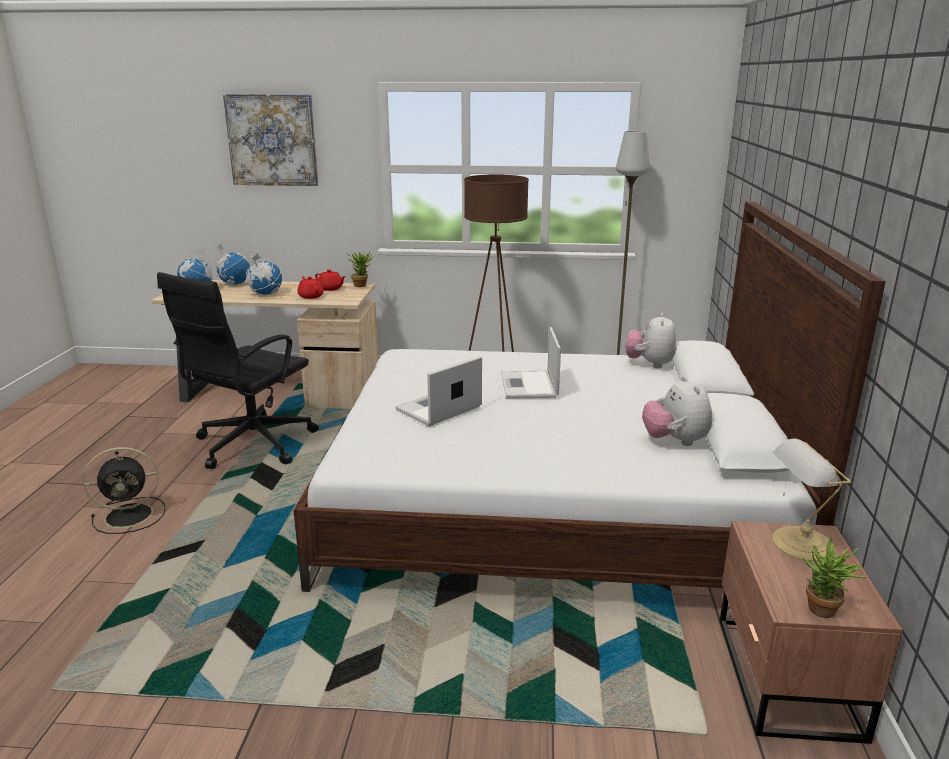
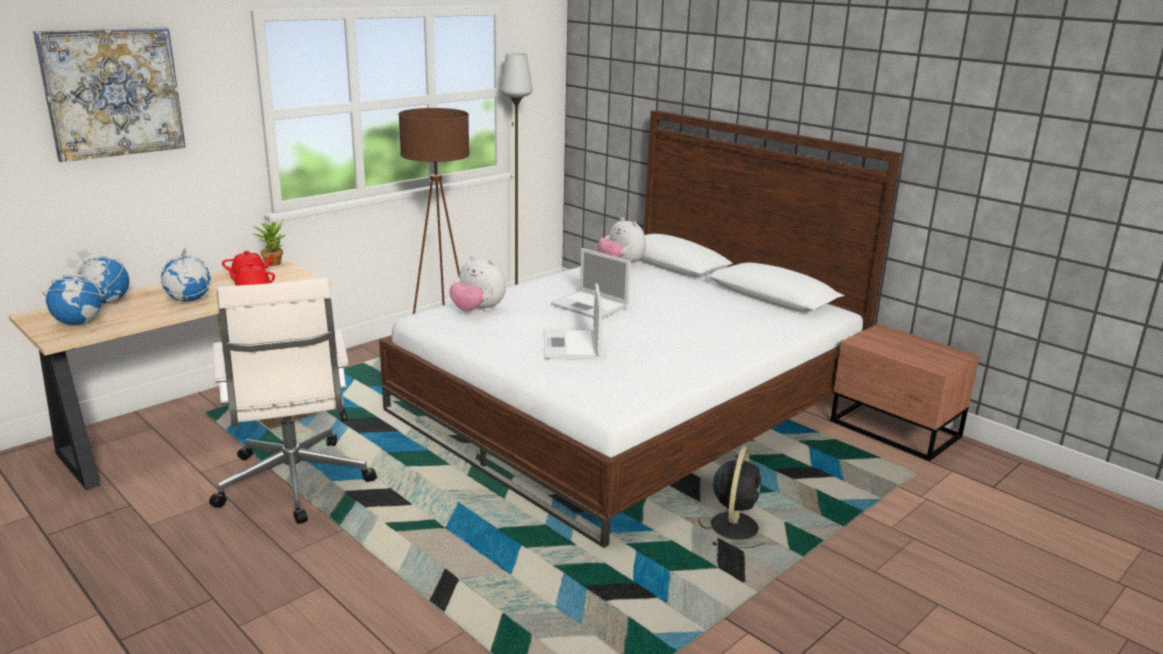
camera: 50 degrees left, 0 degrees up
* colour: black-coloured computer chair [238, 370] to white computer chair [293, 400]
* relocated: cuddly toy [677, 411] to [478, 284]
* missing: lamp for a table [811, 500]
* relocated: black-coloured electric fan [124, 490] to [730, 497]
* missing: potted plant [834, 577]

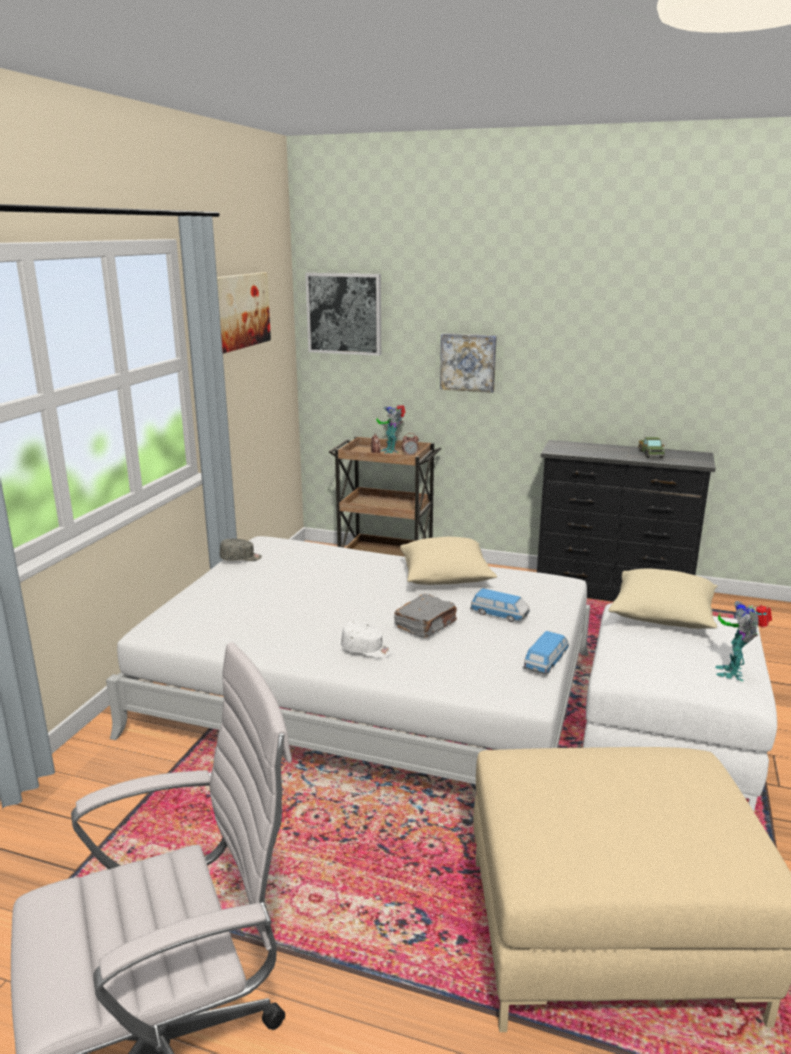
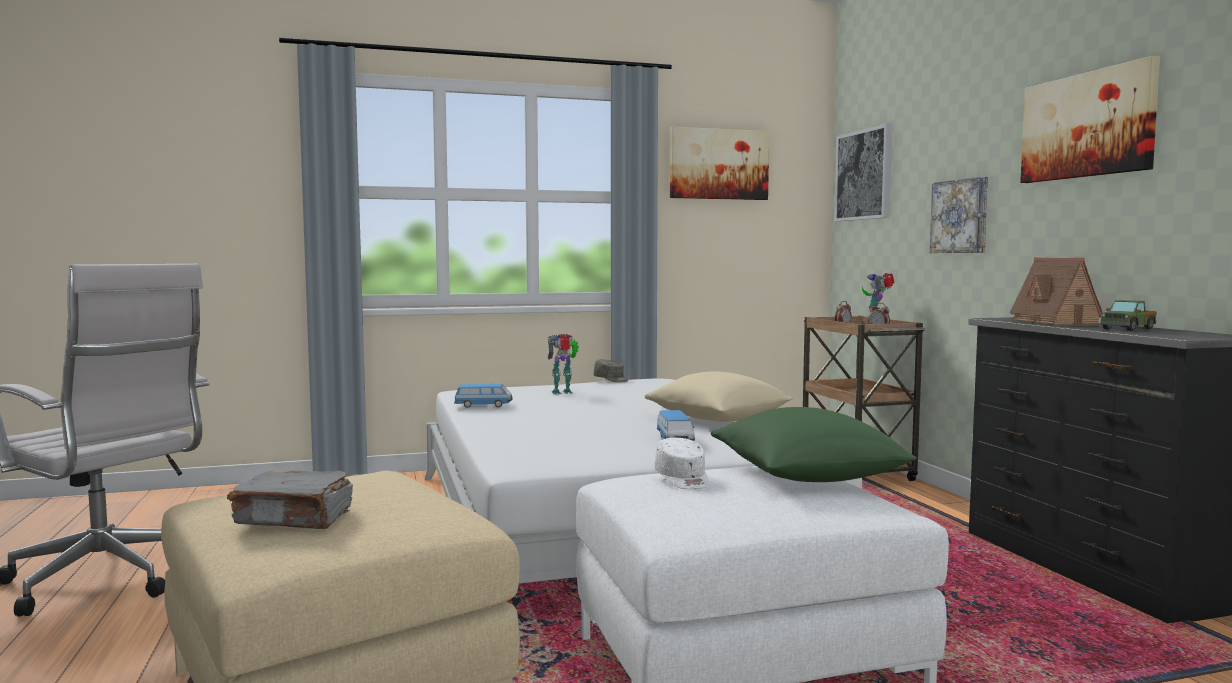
camera: 55 degrees right, 15 degrees down
* colour: beige-coloured throw pillow [663, 598] to green-coloured throw pillow [814, 444]
* relocated: gray volume [425, 616] to [290, 500]
* relocated: model robot [744, 641] to [563, 364]
* relocated: white cap [366, 639] to [681, 463]
* relocated: model car [546, 653] to [483, 396]
* appeared: wall picture [1090, 119]
* appeared: toy house [1056, 291]

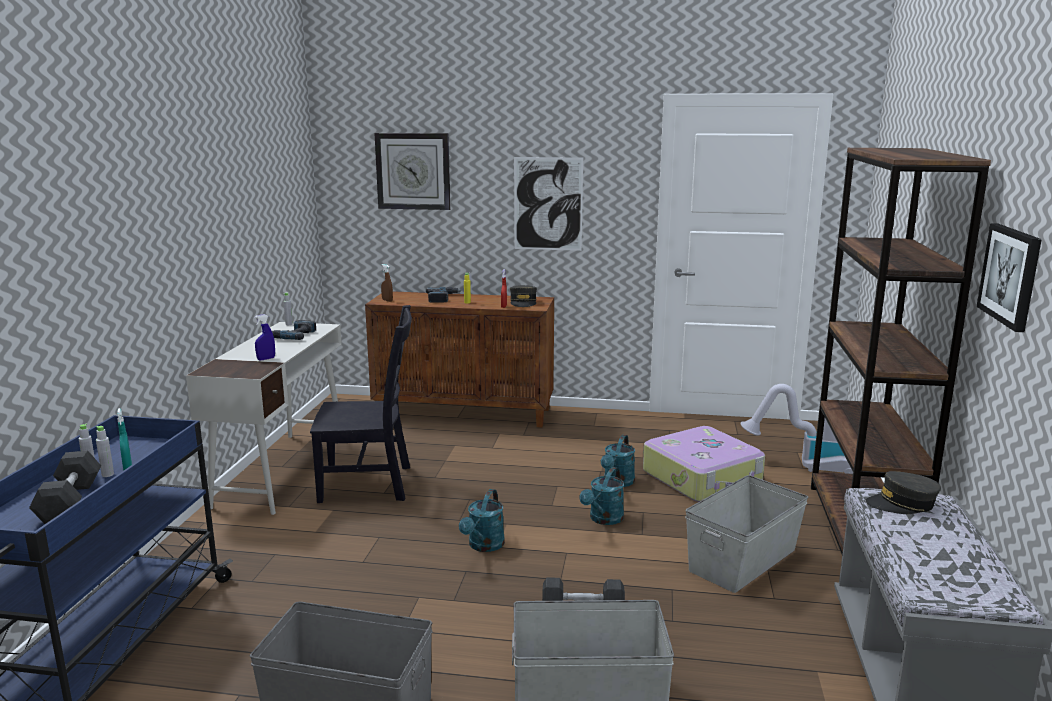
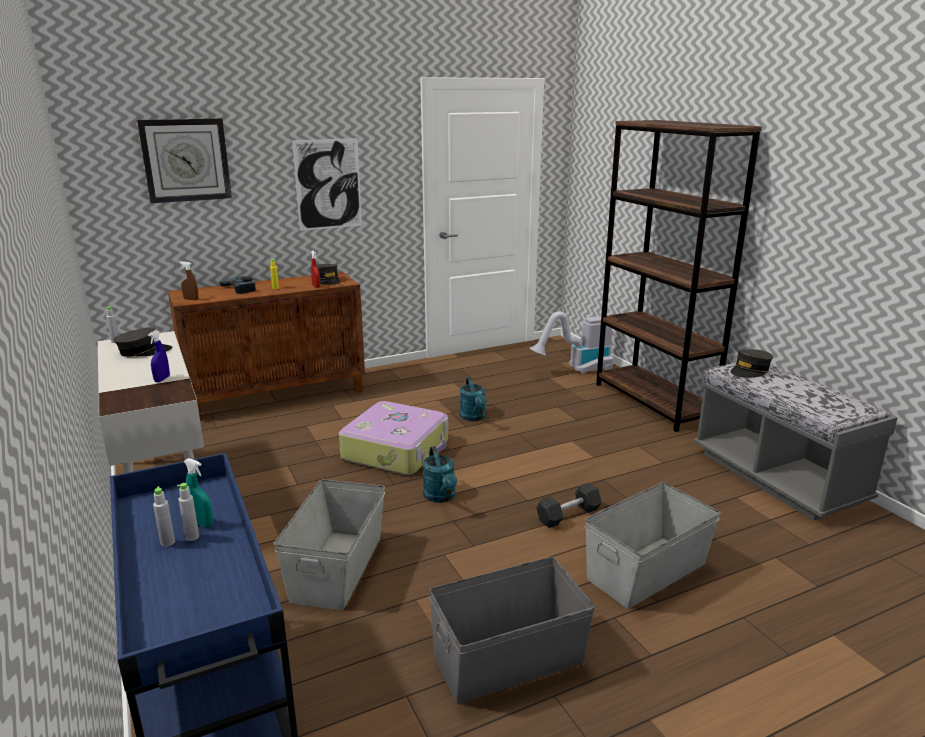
camera: 35 degrees left, 5 degrees up
* missing: wall picture [1009, 277]
* missing: black-coloured chair [361, 404]
* exchanged: electric drill [294, 330] to gray cap [143, 342]
* relocated: travel case [704, 464] to [393, 438]
* missing: gray dumbbell [65, 487]
* missing: blue-green watering can [602, 496]
* relocated: gray storage bin [746, 534] to [329, 544]

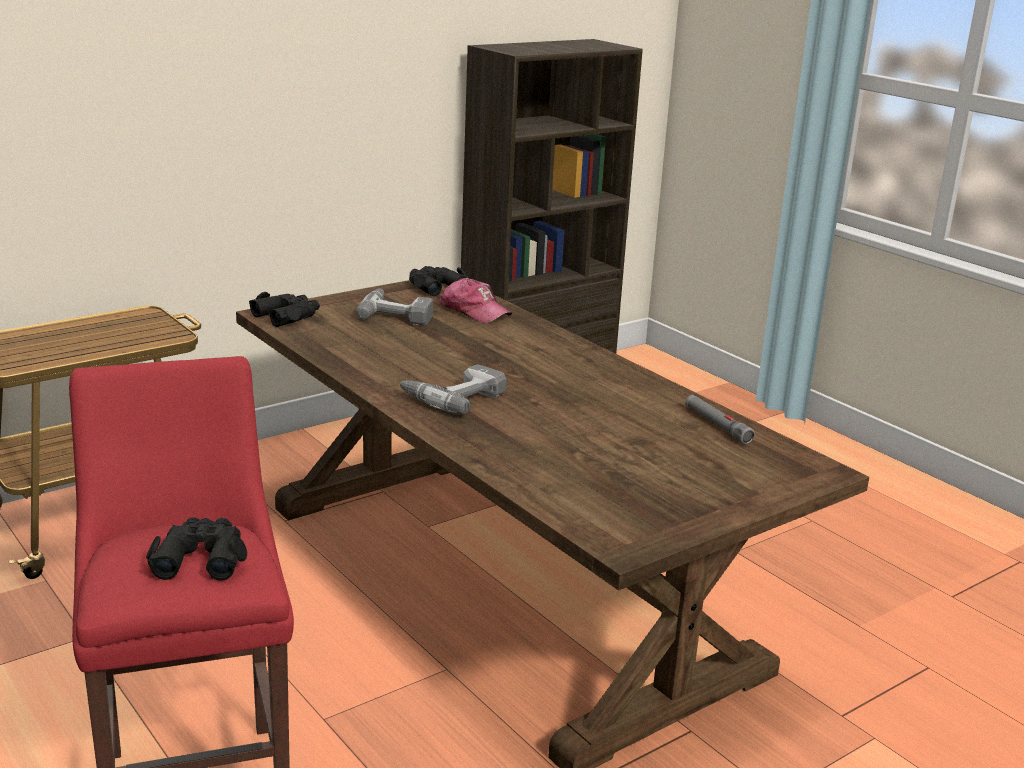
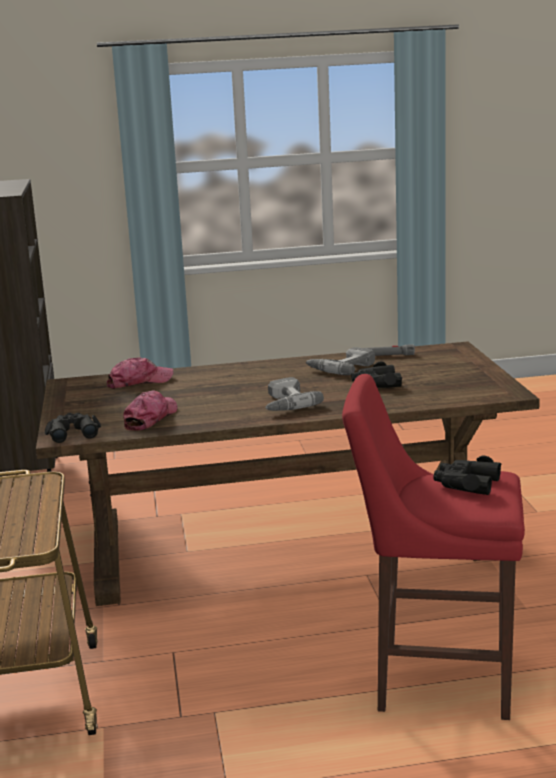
camera: 60 degrees left, 5 degrees down
* relocated: black-coloured pair of binoculars [439, 281] to [376, 375]
* relocated: electric drill [395, 307] to [340, 361]
* appeared: cap [150, 411]

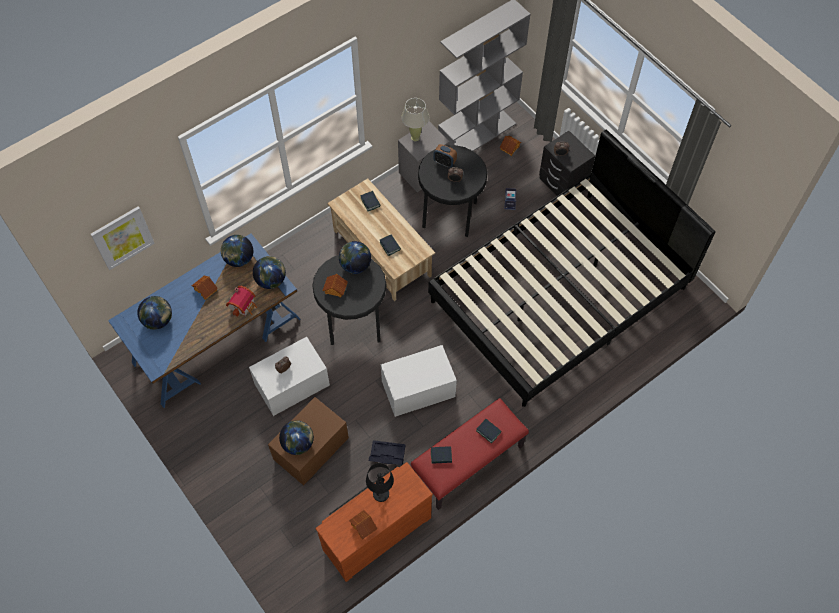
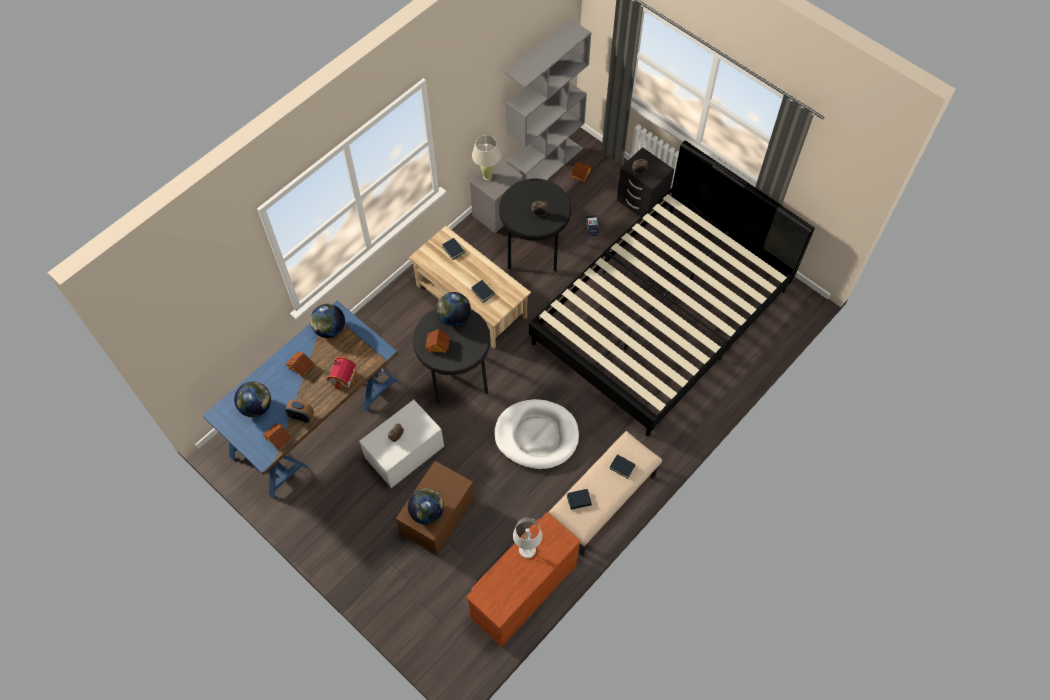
camera: 10 degrees left, 0 degrees up
* relocated: table clock [445, 156] to [299, 411]
* missing: wall picture [123, 238]
* missing: globe [269, 272]
* exchanged: white storage bin [419, 381] to white dog bed [536, 434]
* colour: red-coloured long seat [470, 454] to beige-coloured long seat [605, 493]
* missing: black-coloured storage bin [387, 452]
* colour: black-coloured lamp for a table [380, 482] to white lamp for a table [527, 538]
* relocated: toy house [363, 525] to [277, 436]

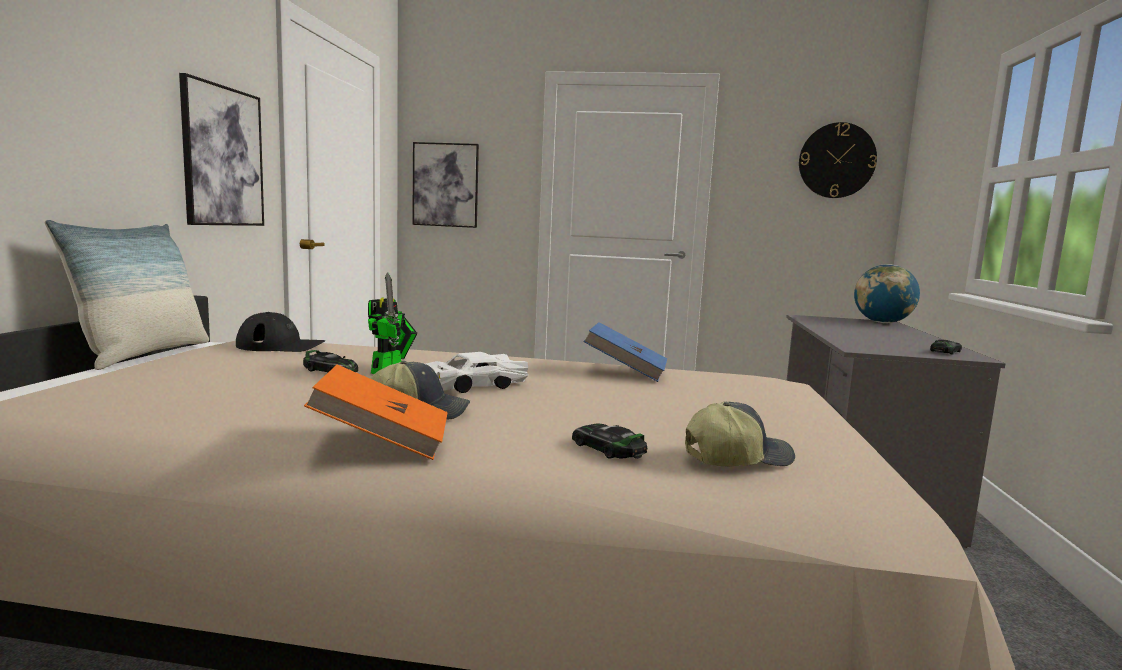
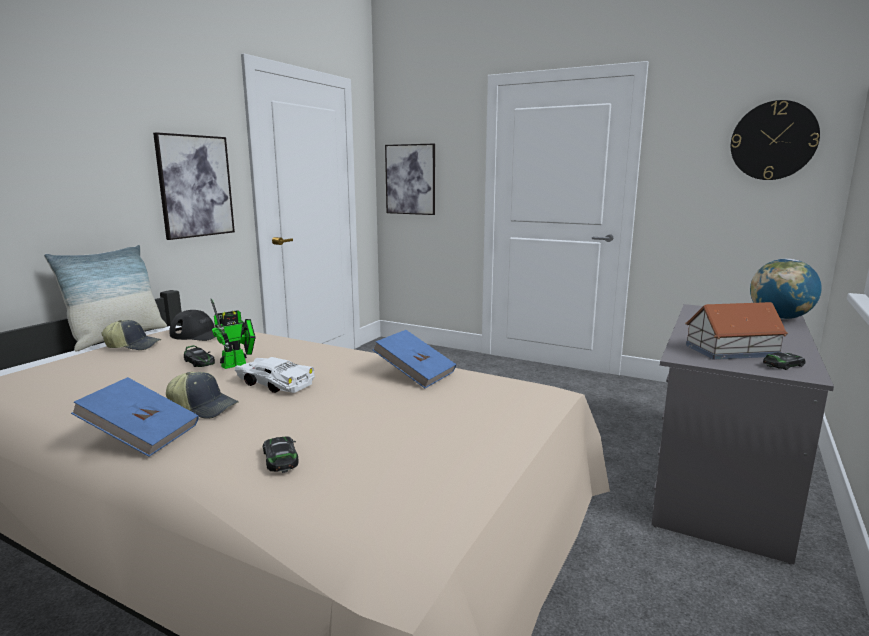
camera: 20 degrees right, 5 degrees up
* spun: white model car [477, 372] = [275, 375] 45 degrees clockwise
* colour: orangey volume [376, 412] to bluish volume [135, 417]
* relocated: cap [740, 433] to [132, 335]
* appeared: toy house [736, 331]

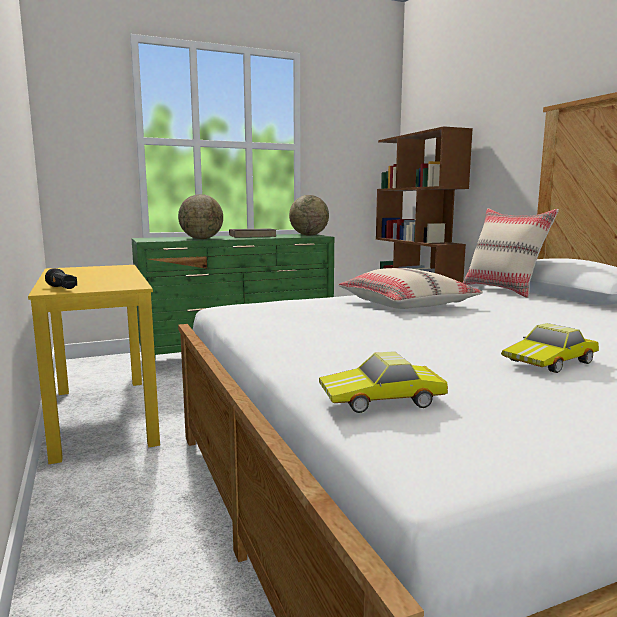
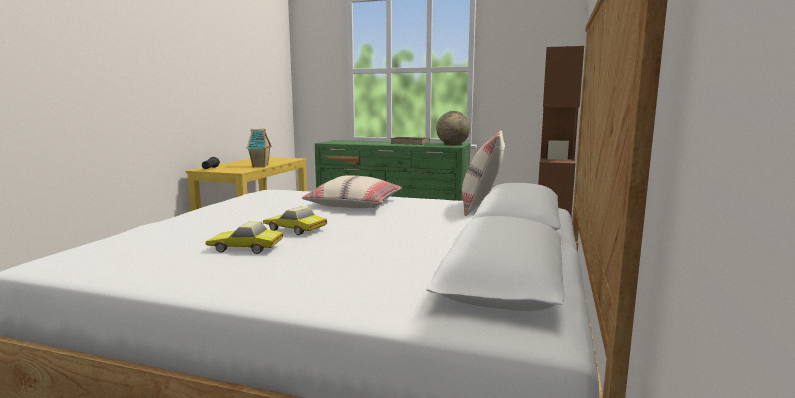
camera: 40 degrees right, 0 degrees up
* missing: globe [200, 216]
* relocated: model car [383, 382] to [295, 220]
* appeared: toy house [259, 148]

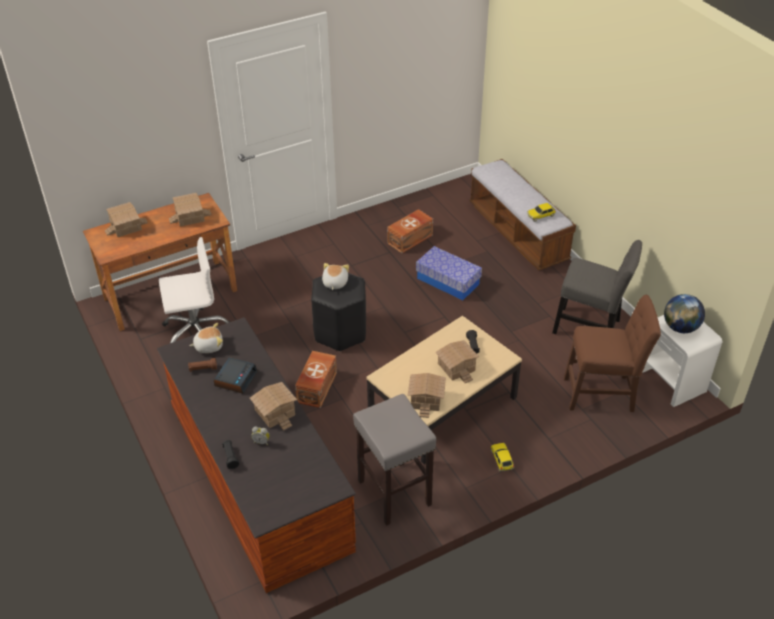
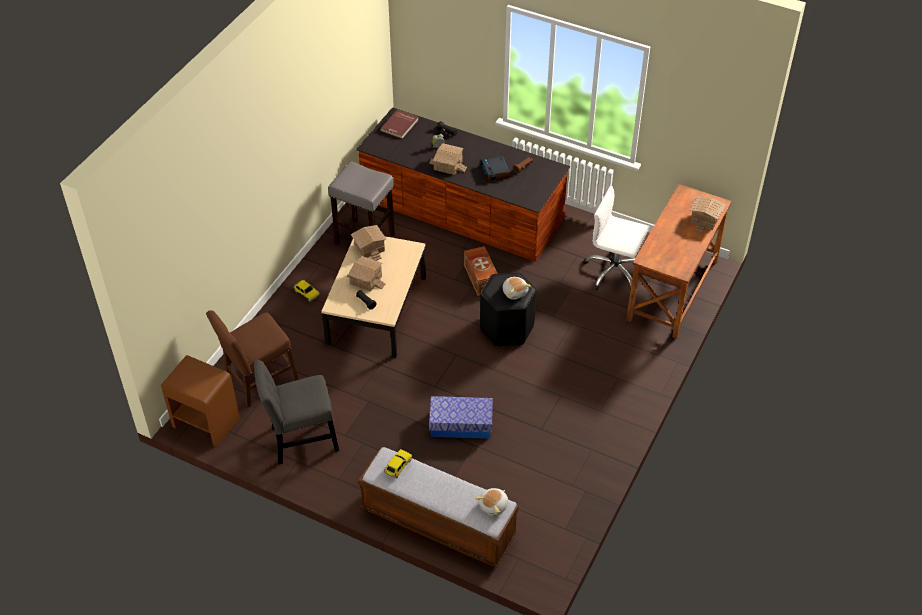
camera: 145 degrees right, 5 degrees up
* missing: toy house [190, 210]
* missing: brown-coloured storage bin [410, 231]
* spun: white computer chair [195, 290] = [616, 238] 75 degrees clockwise
* missing: globe [684, 313]
* colour: white bedside table [682, 361] to brown-coloured bedside table [200, 401]
* relocated: cuddly toy [206, 338] to [491, 502]
* appeared: red-coloured volume [399, 124]

